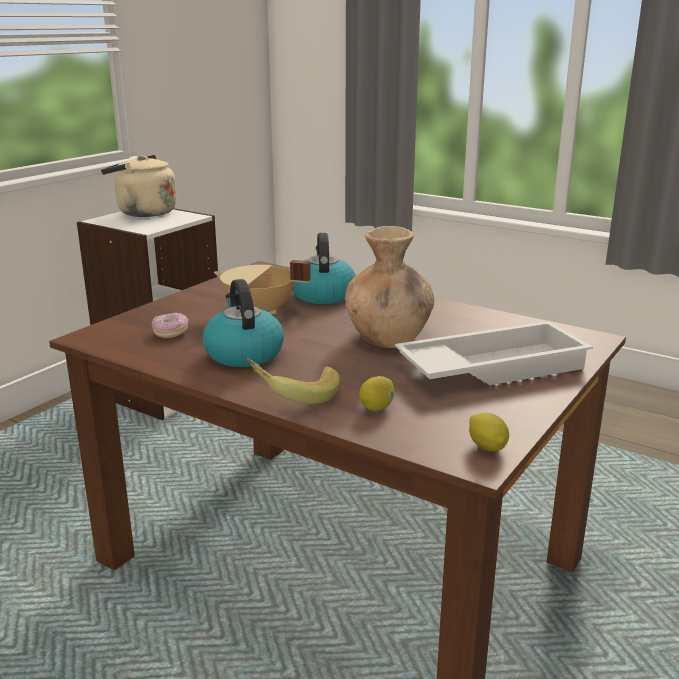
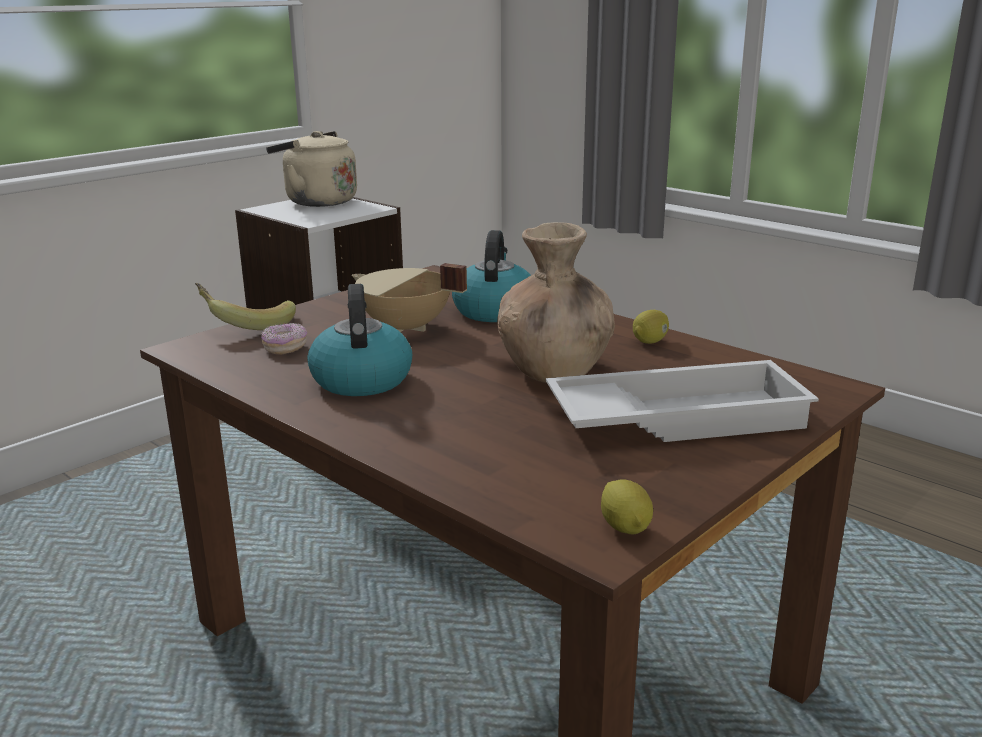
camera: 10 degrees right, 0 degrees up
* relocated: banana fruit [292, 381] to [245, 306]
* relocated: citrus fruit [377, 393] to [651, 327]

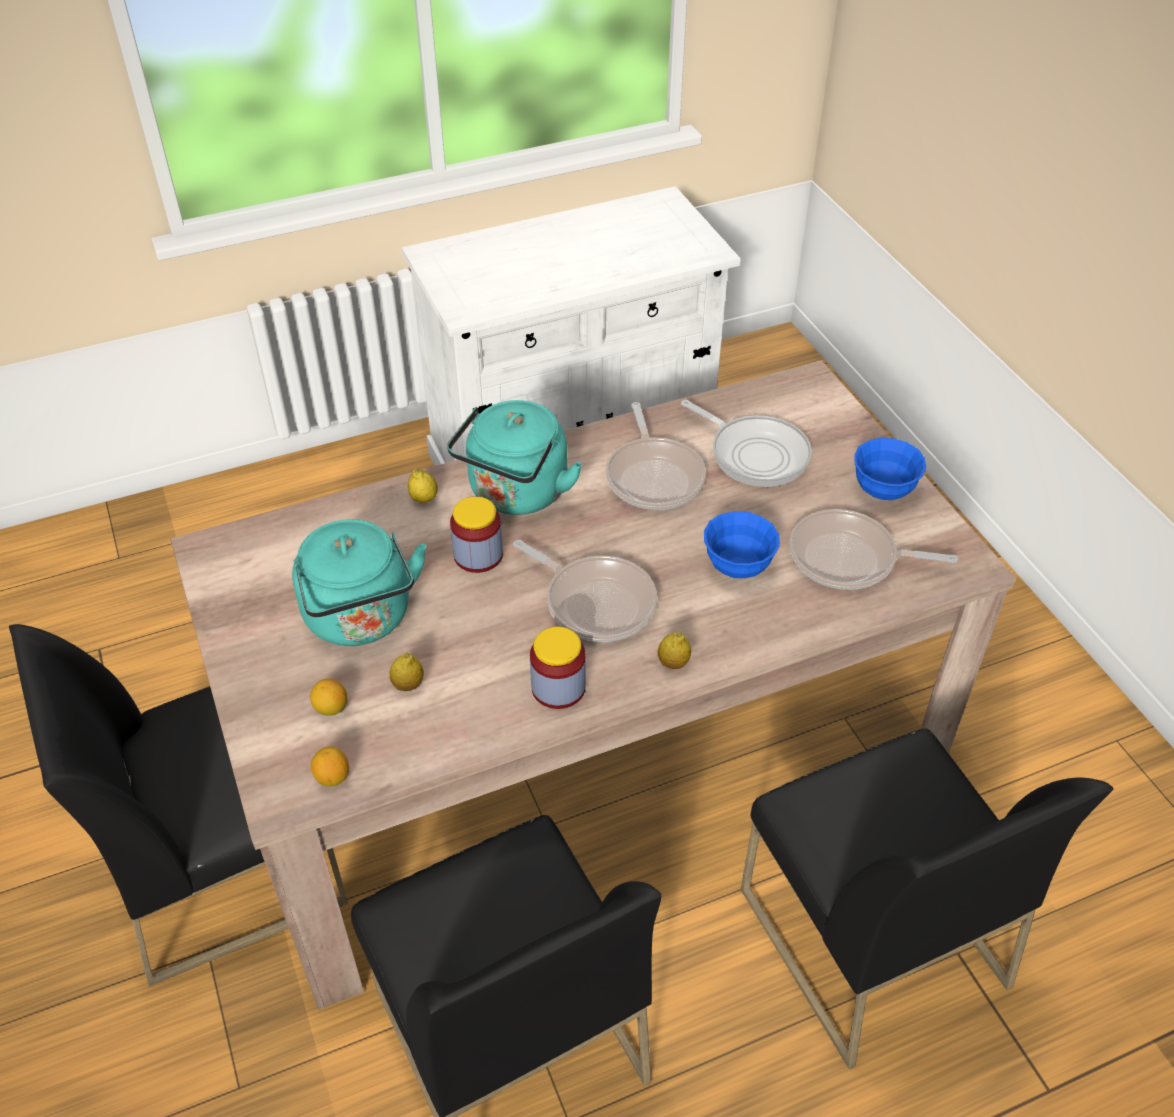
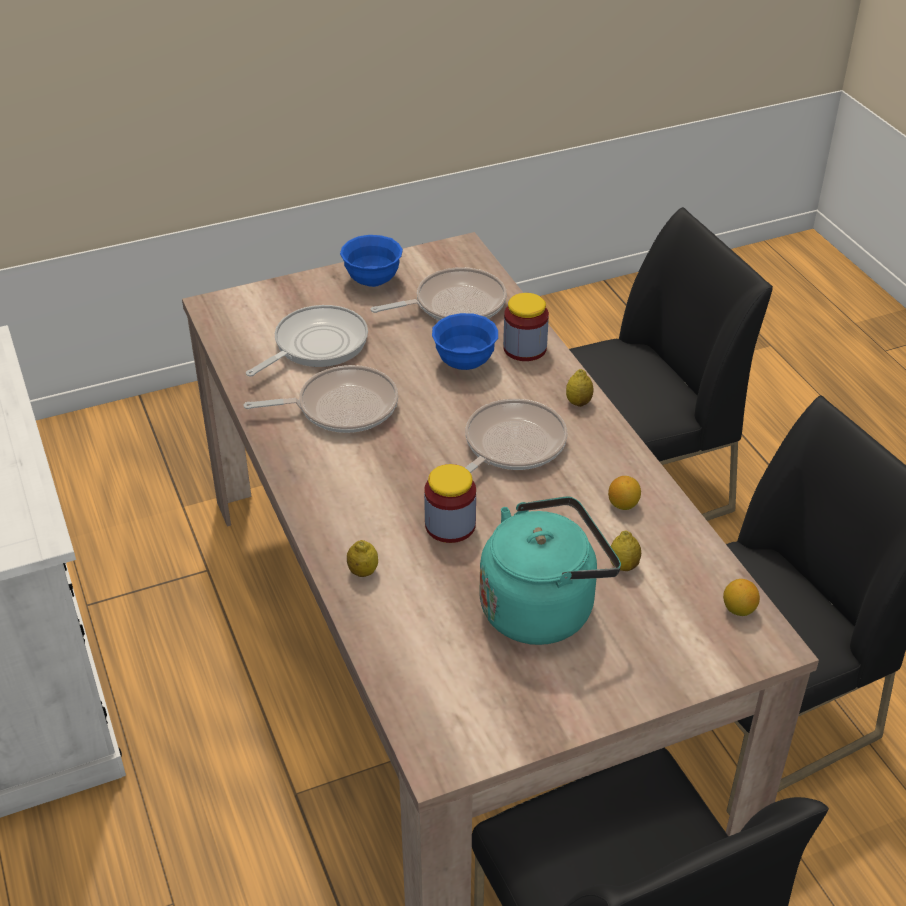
camera: 90 degrees left, 5 degrees down
* missing: blue-green tea kettle [514, 457]
* spun: pan [874, 549] = [439, 293] 120 degrees counterclockwise
* relocated: jar [558, 667] to [526, 327]
* relocated: citrus fruit [328, 697] to [624, 493]

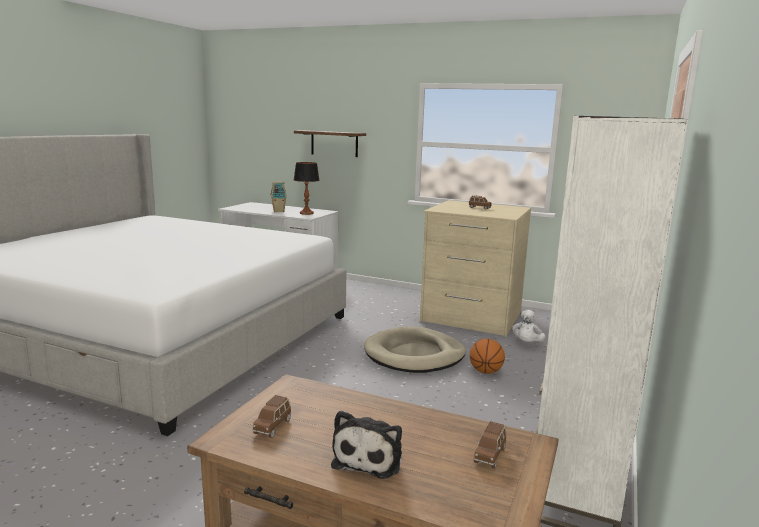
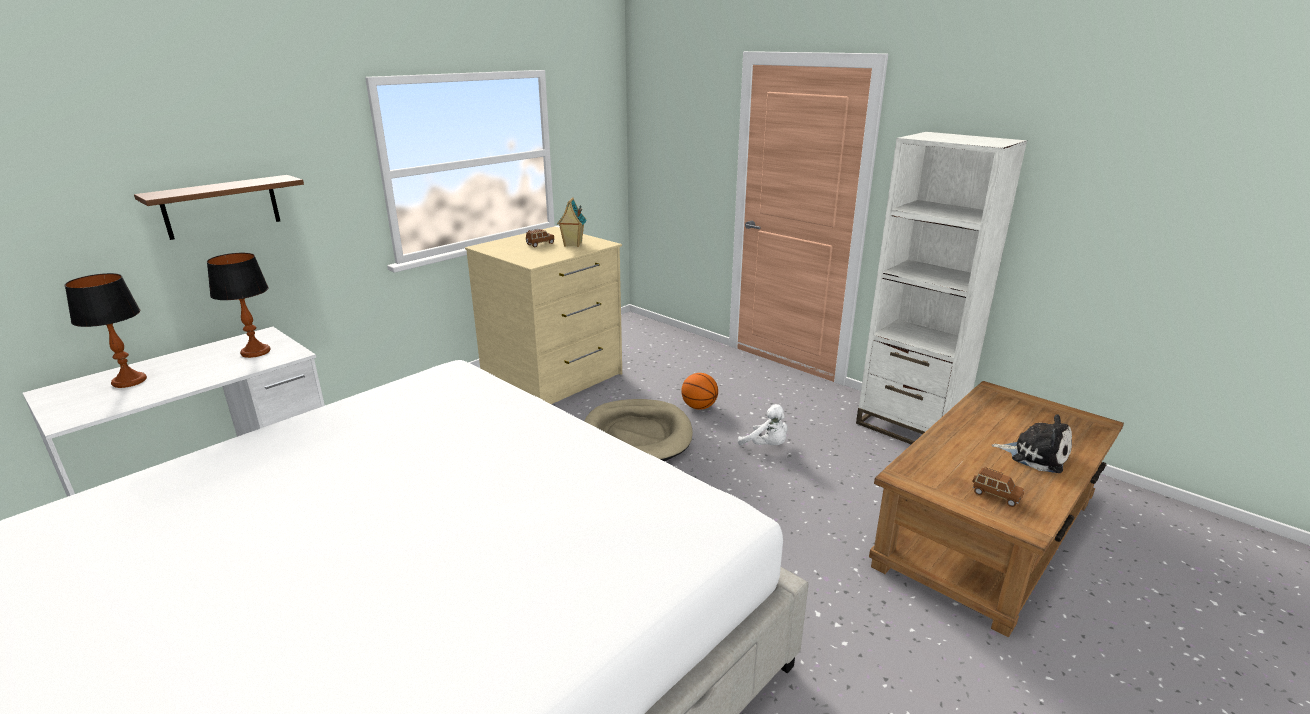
camera: 70 degrees left, 10 degrees up
* relocated: toy house [279, 197] to [572, 222]
* relocated: white cuddly toy [528, 326] to [763, 424]
* missing: brown-coloured model car [490, 444]
* appeared: lamp for a table [106, 330]

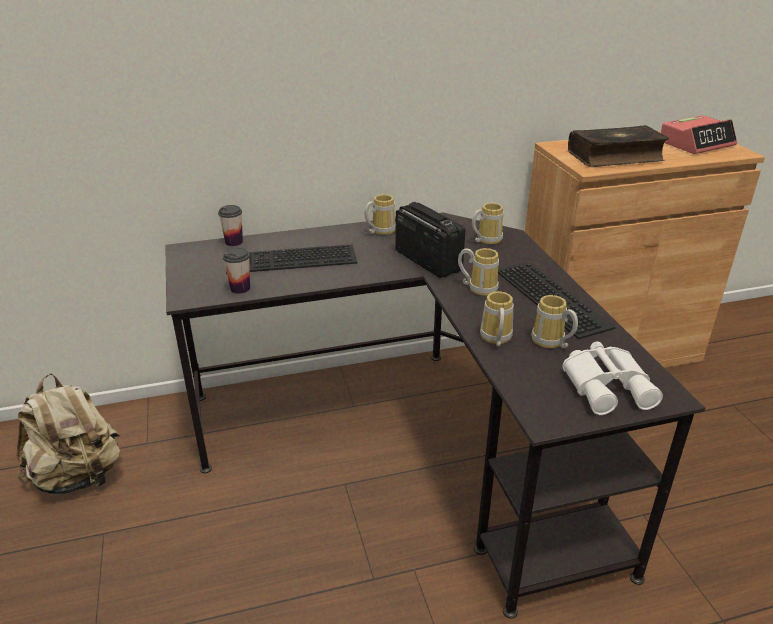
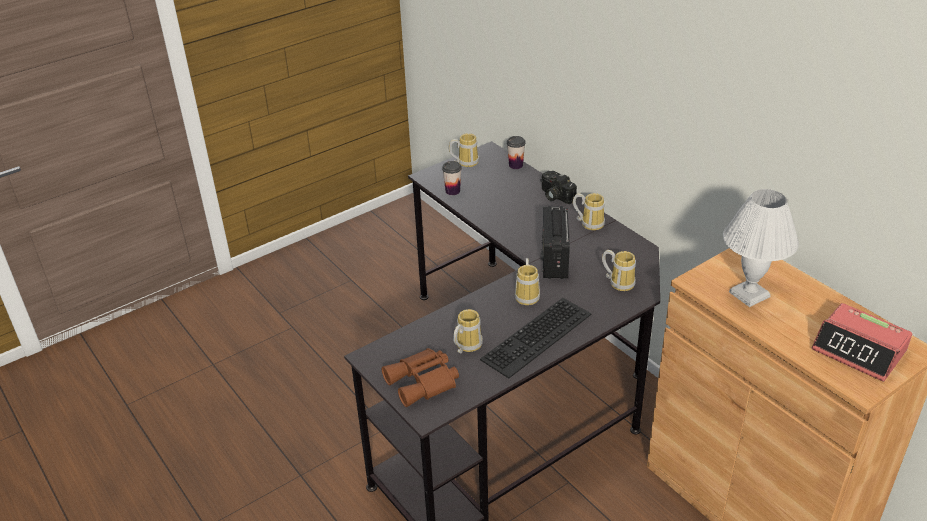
camera: 70 degrees right, 5 degrees up
* exchanged: volume [618, 146] to white lamp for a table [761, 248]
* spun: radio set [430, 240] = [555, 242] 150 degrees clockwise
* missing: computer keyboard [291, 259]
* relocated: mug [497, 318] to [464, 150]
* colour: white pair of binoculars [612, 378] to brown-coloured pair of binoculars [420, 377]
* missing: beige-coloured backpack [68, 433]
* appeared: still camera [559, 187]

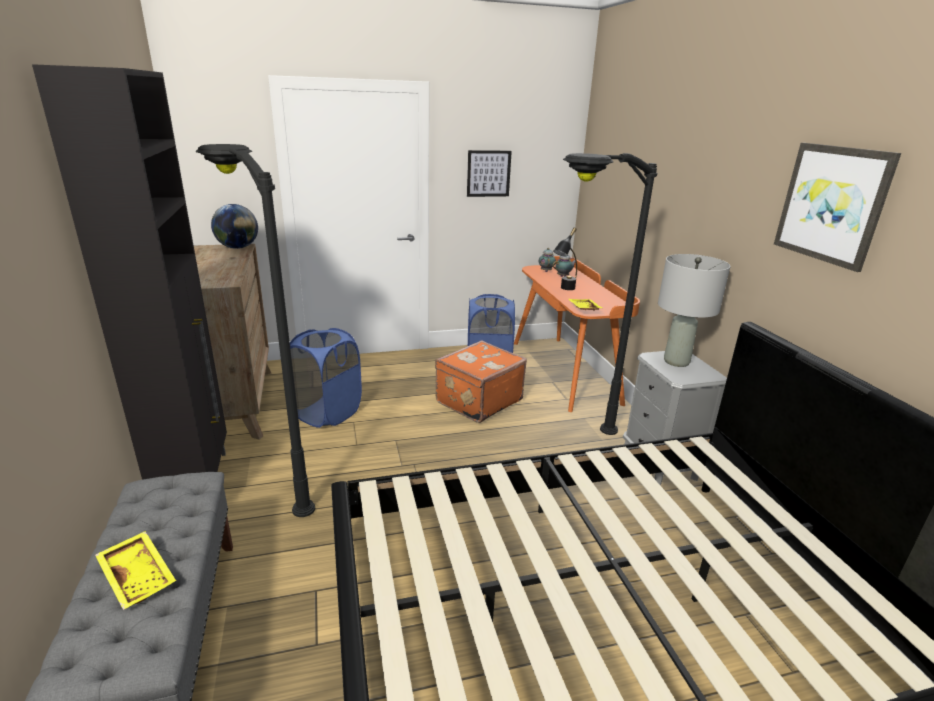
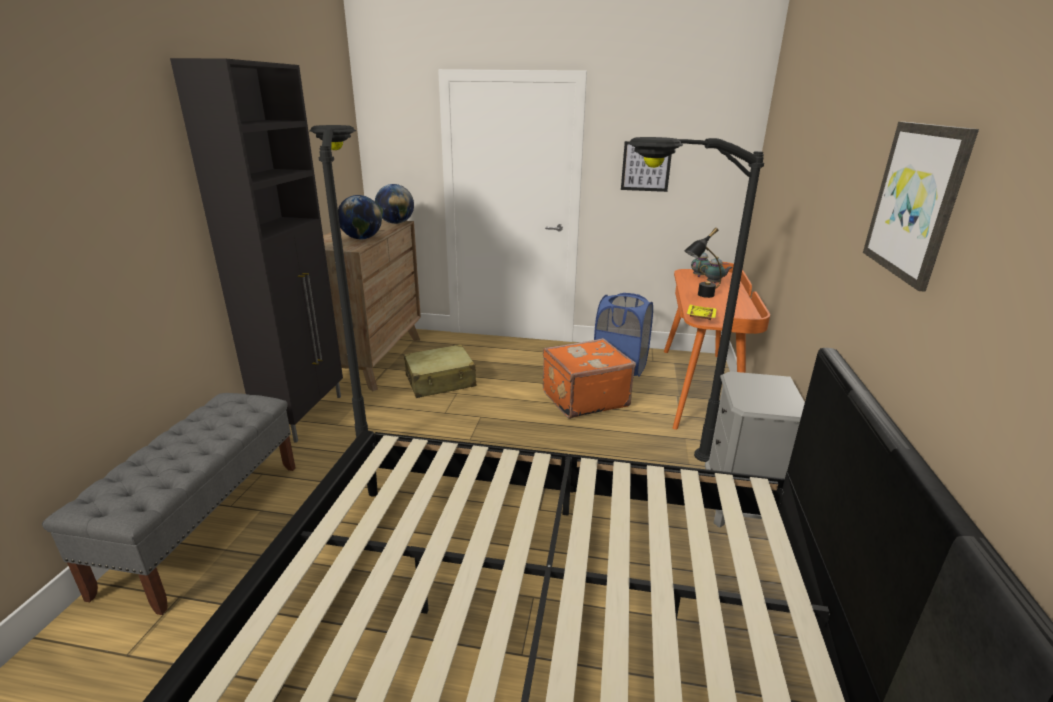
camera: 25 degrees right, 0 degrees up
* missing: gray lamp for a table [694, 310]
* exchanged: bluish hamper [326, 378] to beige-coloured travel case [440, 371]
* missing: yellow serving tray [135, 570]
* appeared: globe [360, 217]

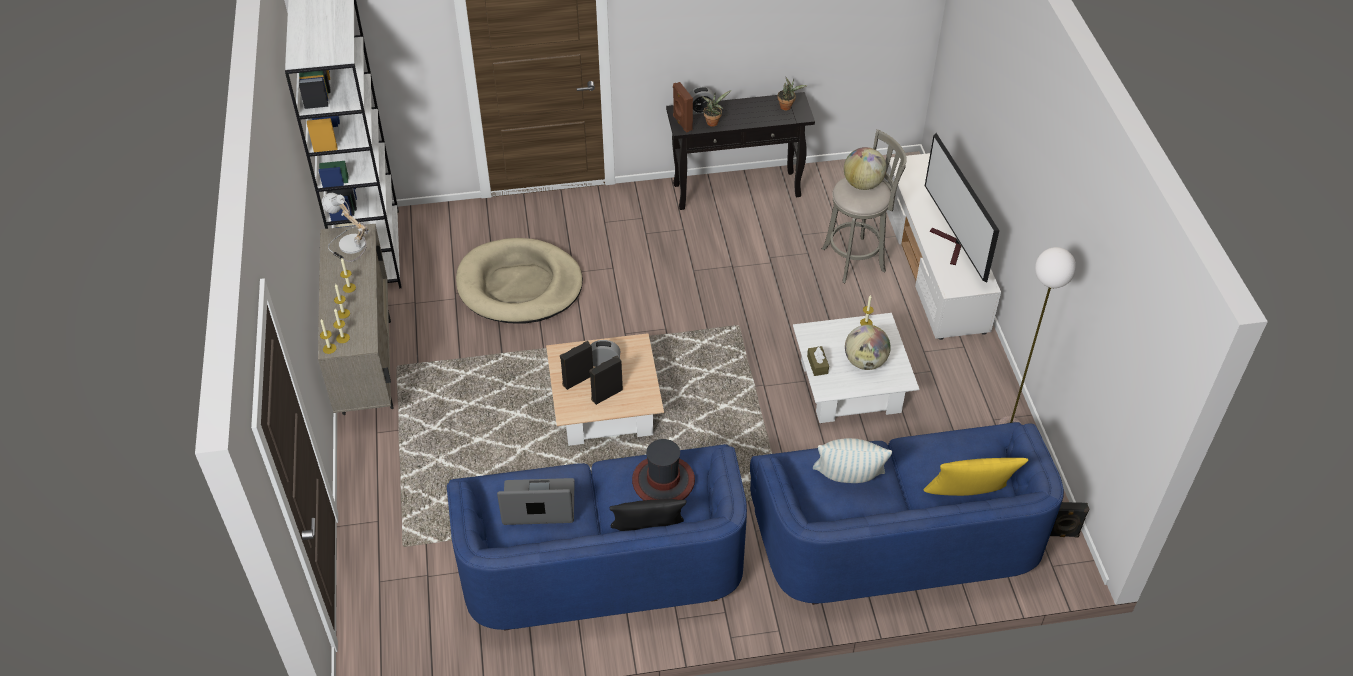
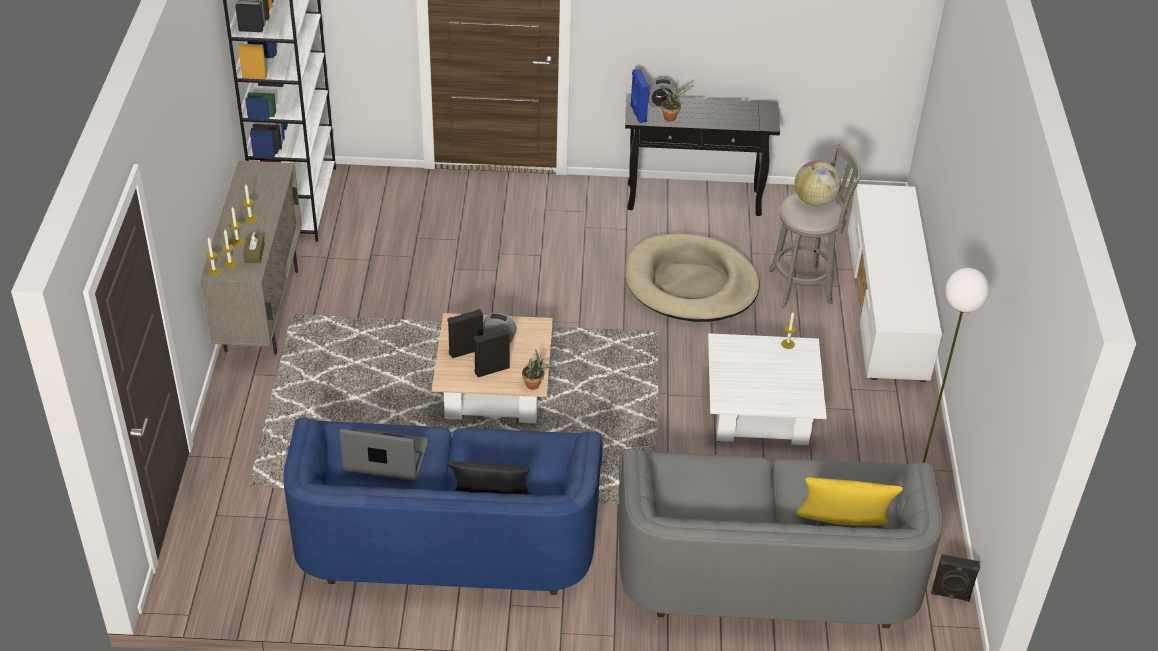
camera: 10 degrees right, 5 degrees down
* relocated: potted plant [793, 94] to [538, 370]
* colour: brown-coloured loudspeaker [683, 107] to bluish loudspeaker [639, 96]
* missing: television [962, 207]
* missing: lamp for a table [345, 227]
* relocated: beige-coloured dog bed [519, 281] to [692, 278]
* missing: globe [868, 347]
* relocated: brown-coloured tissue box [818, 361] to [254, 247]
* colour: bluish couch [907, 513] to gray couch [780, 538]
* missing: throw pillow [852, 460]
* missing: wearable hat [663, 469]

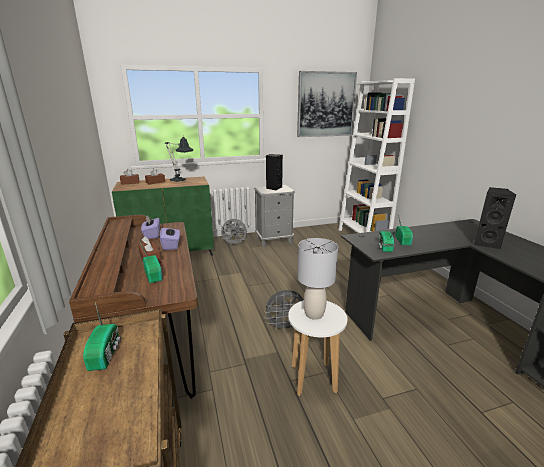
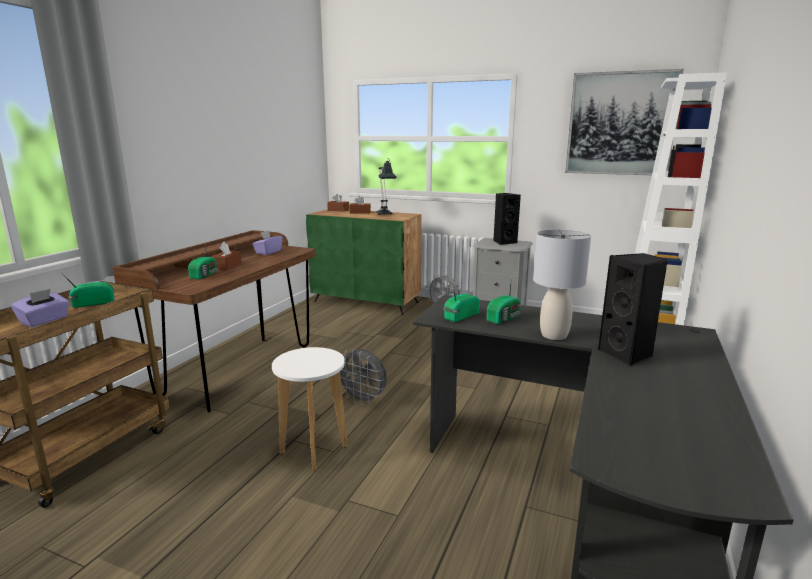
camera: 40 degrees right, 5 degrees down
* relocated: purple-coloured tissue box [170, 237] to [40, 308]
* relocated: gray lamp for a table [317, 279] to [562, 284]
* spun: radio set [102, 337] = [89, 291] 150 degrees counterclockwise

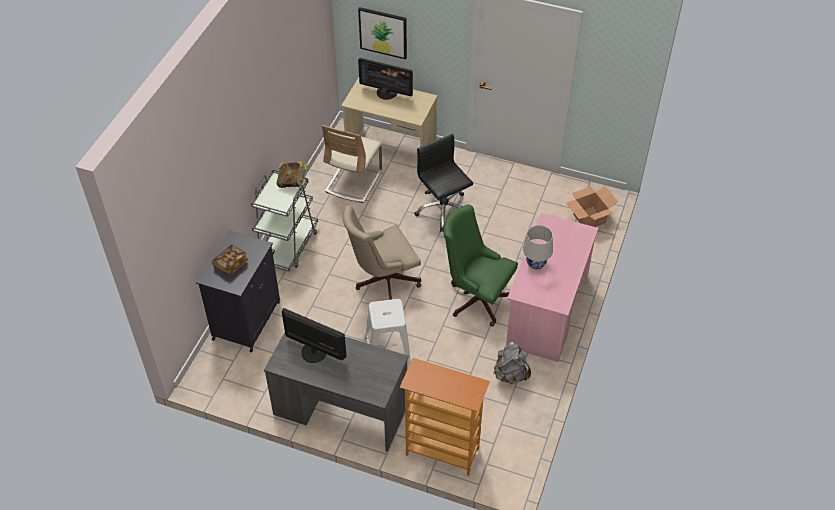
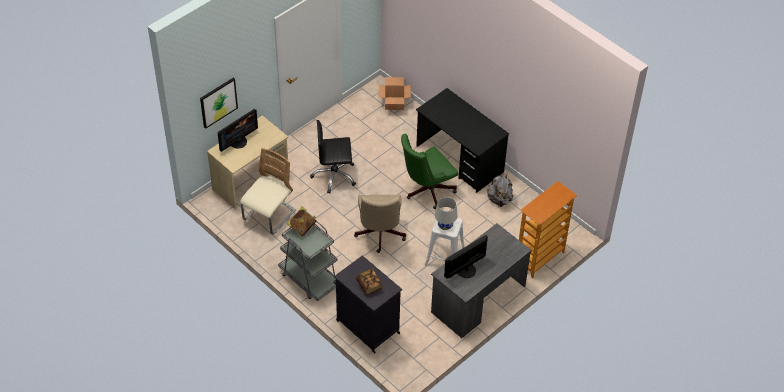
camera: 65 degrees left, 0 degrees up
* spun: beige-coloured chair [352, 164] = [268, 191] 105 degrees counterclockwise
* colour: pink desk table [552, 287] to black-coloured desk table [462, 140]
* relocated: white lamp for a table [538, 247] to [446, 213]

